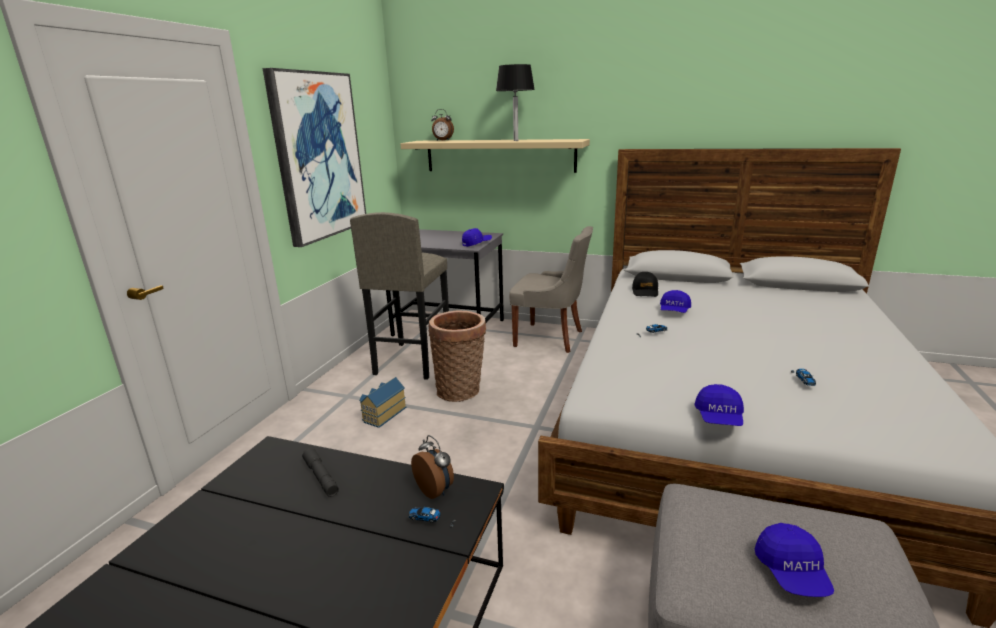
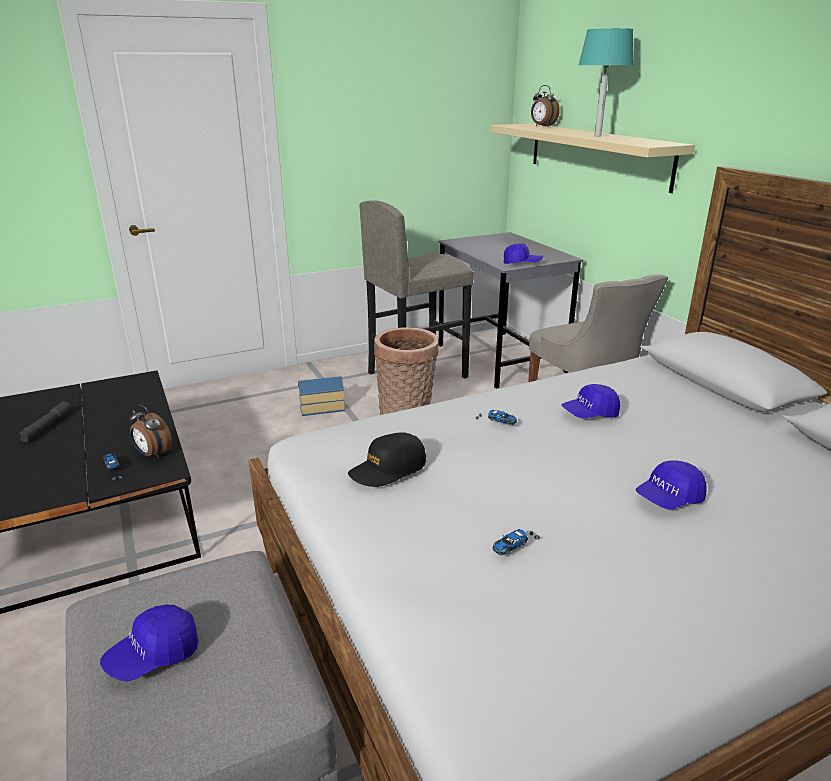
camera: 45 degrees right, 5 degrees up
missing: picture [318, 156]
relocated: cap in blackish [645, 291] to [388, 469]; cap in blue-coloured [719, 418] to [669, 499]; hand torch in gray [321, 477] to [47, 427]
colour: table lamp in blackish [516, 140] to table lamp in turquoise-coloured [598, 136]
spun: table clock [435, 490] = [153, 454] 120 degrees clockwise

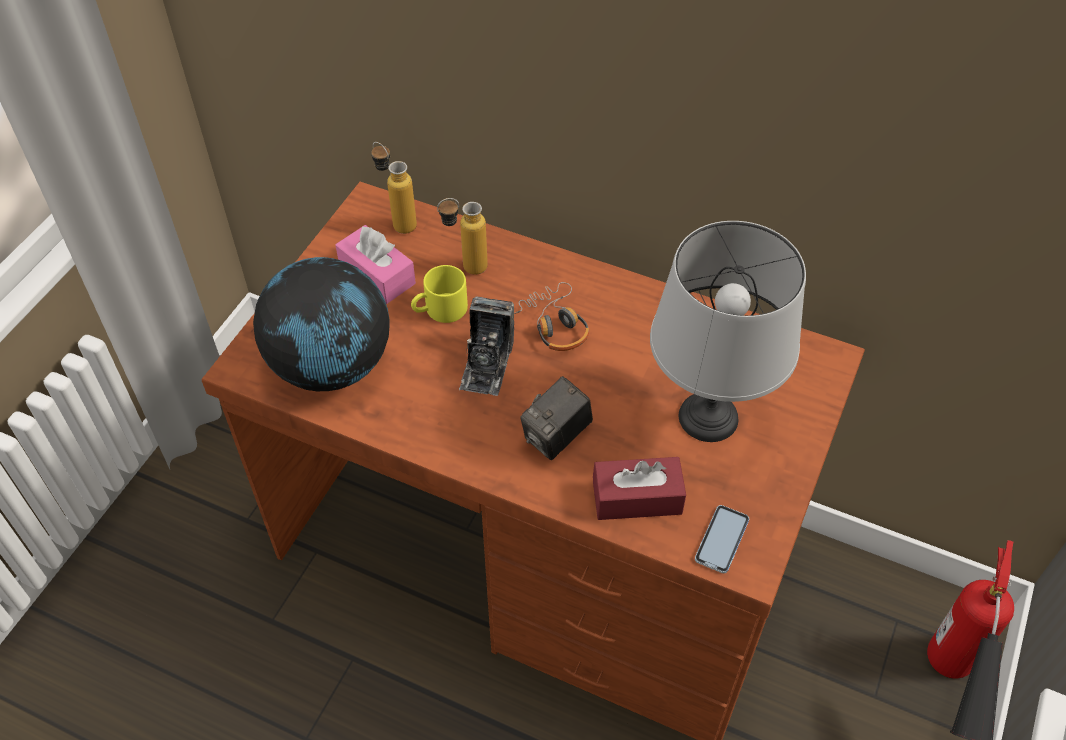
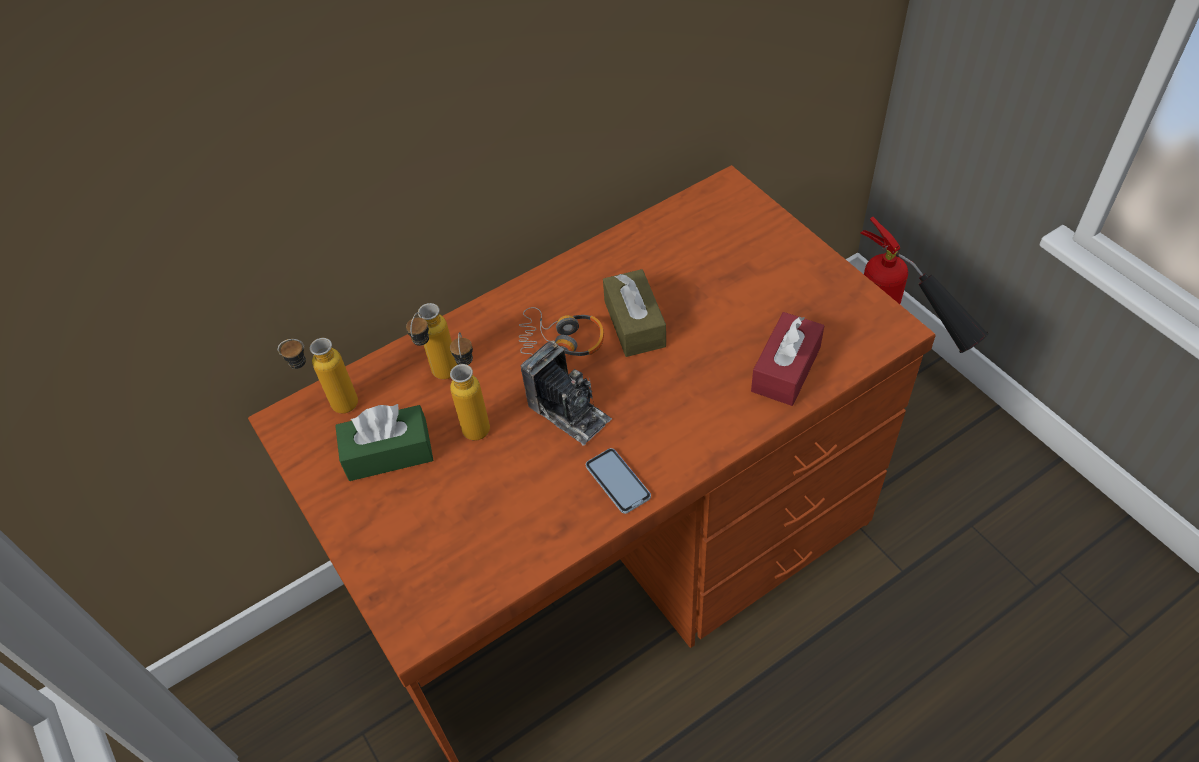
camera: 55 degrees left, 0 degrees up
missing: table lamp in gray [706, 417]; desk globe [332, 365]; photo camera [556, 437]
appeared: tissue box in brown-coloured [634, 323]
relocated: telephone [721, 540] to [618, 481]
exchanged: coffee mug in yellowish [440, 310] to beverage bottle [476, 420]
colour: tissue box in pink [377, 275] to tissue box in green [388, 453]

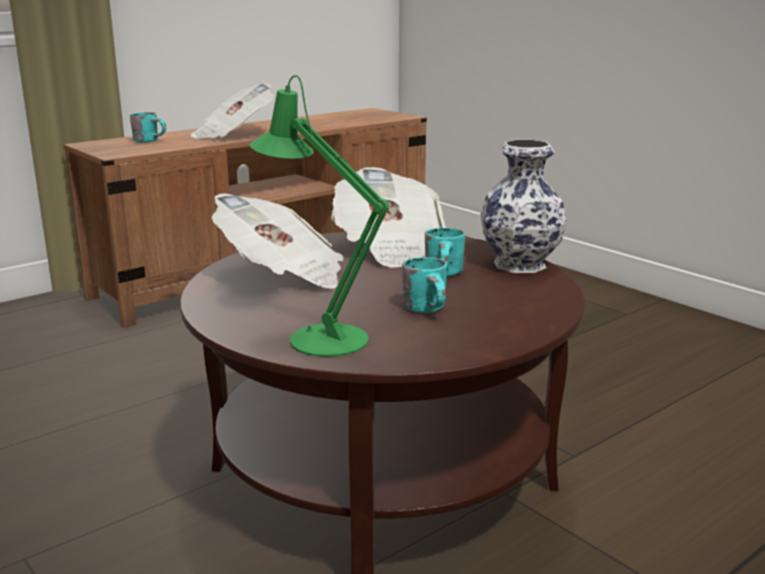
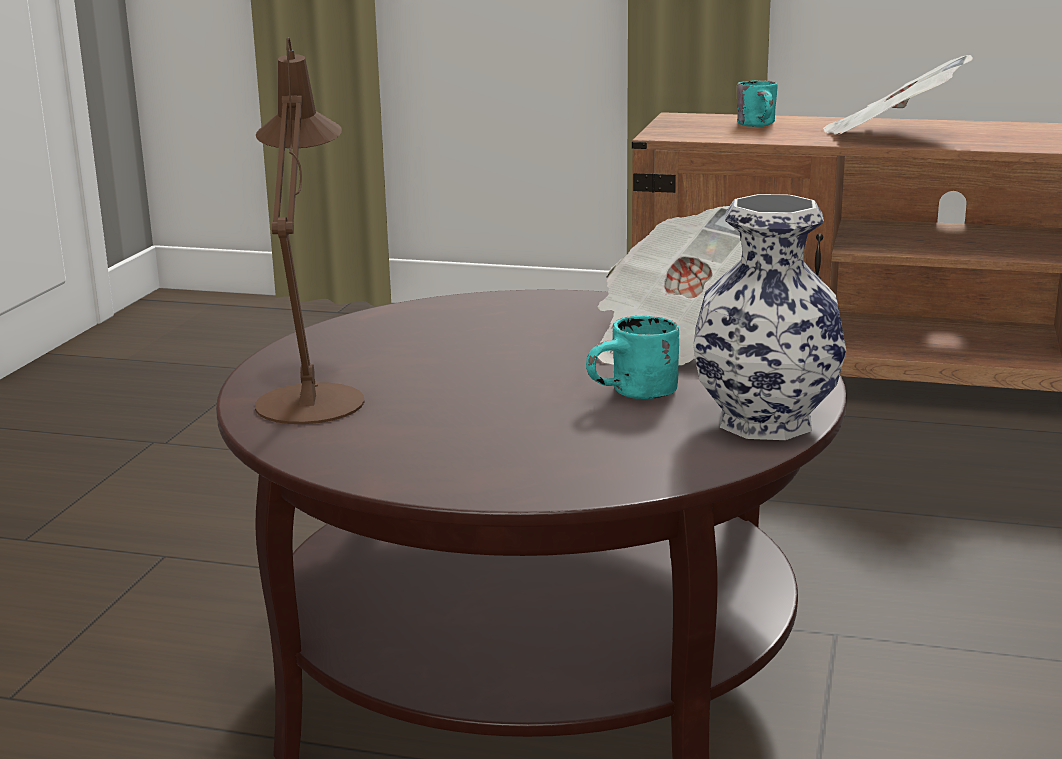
camera: 55 degrees right, 0 degrees up
missing: printed paper [283, 274]; coffee mug in turquoise-coloured [431, 309]
colour: table lamp in green [319, 337] to table lamp in brown-coloured [312, 397]

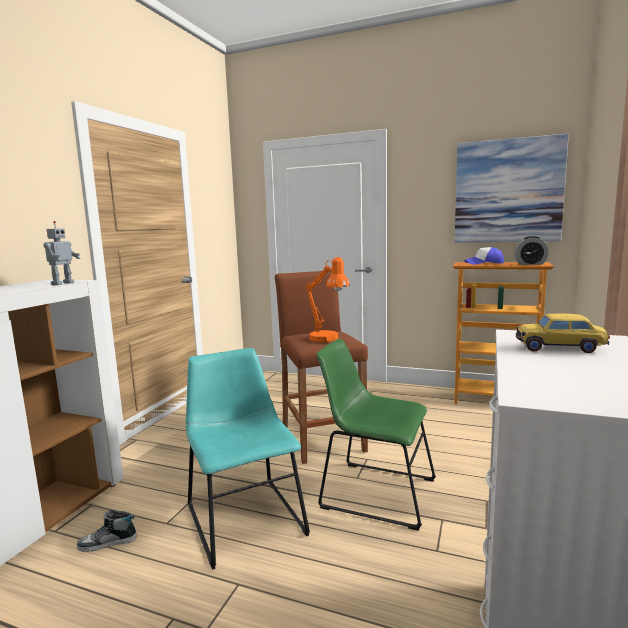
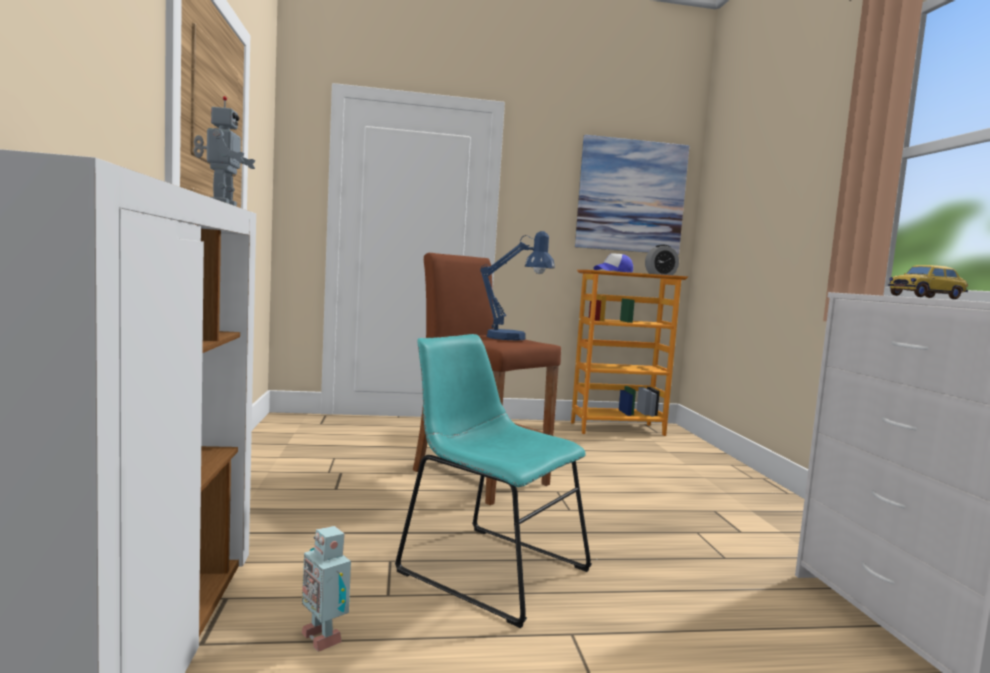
camera: 30 degrees left, 5 degrees down
missing: upright chair in green [373, 492]
exchanged: shoe [107, 543] to toy robot [324, 636]
colour: table lamp in orange [328, 339] to table lamp in blue-coloured [514, 338]

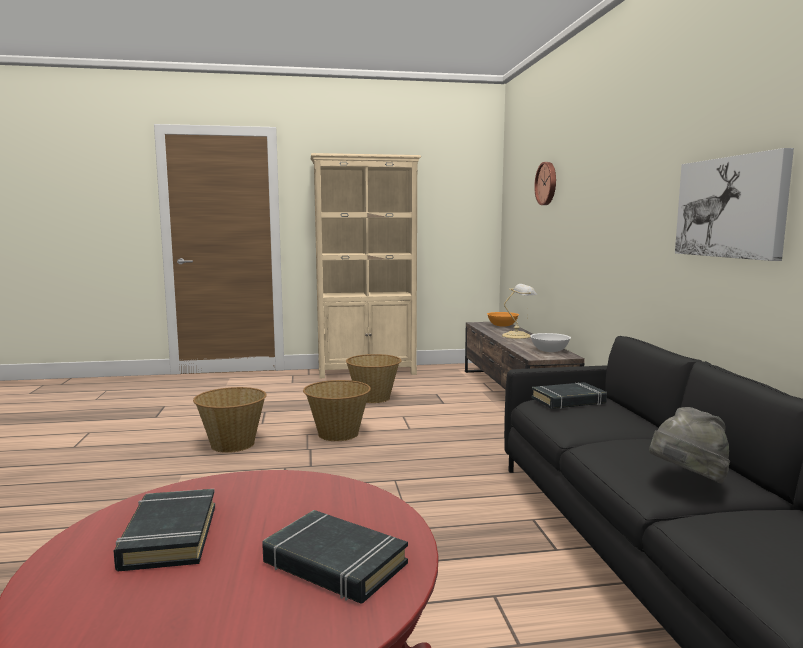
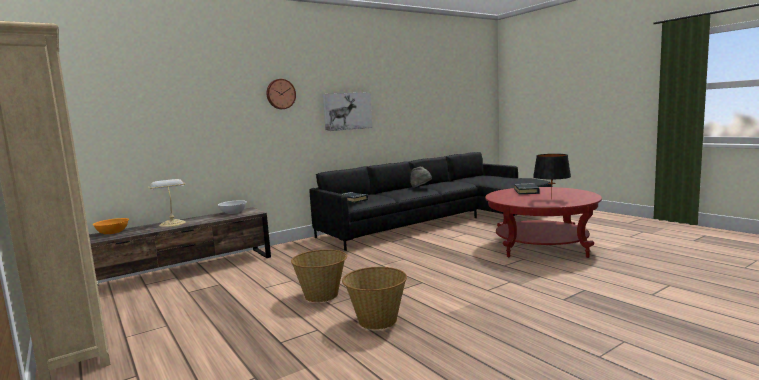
camera: 115 degrees left, 0 degrees up
missing: household basket [374, 398]
relocated: wall clock [547, 183] to [280, 94]
exchanged: volume in blackish [169, 536] to table lamp in blackish [551, 199]

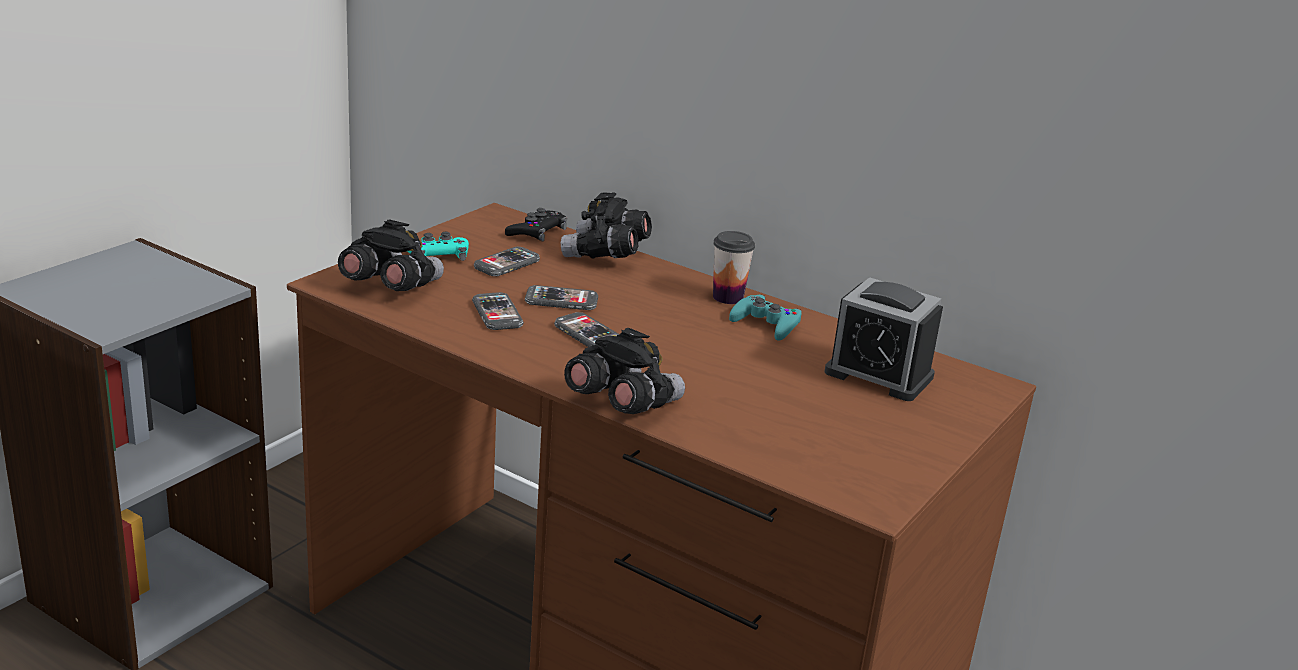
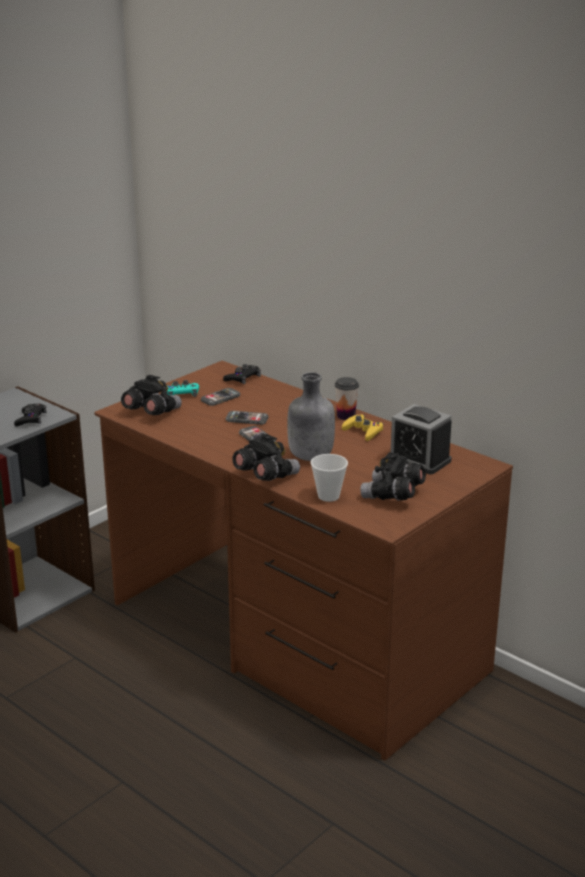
camera: 10 degrees right, 0 degrees up
missing: telephone [497, 314]
appeared: beverage bottle in gray [310, 457]; gamepad in blackish [31, 419]; drinking cup [328, 496]
relocated: binoculars in blackish [605, 255] to [393, 495]
colour: gamepad in turquoise-coloured [766, 324] to gamepad in yellowish [363, 431]

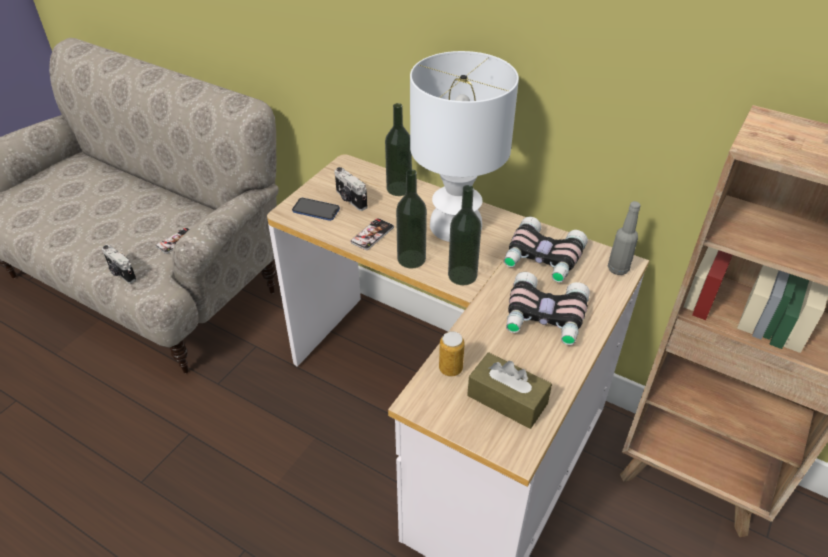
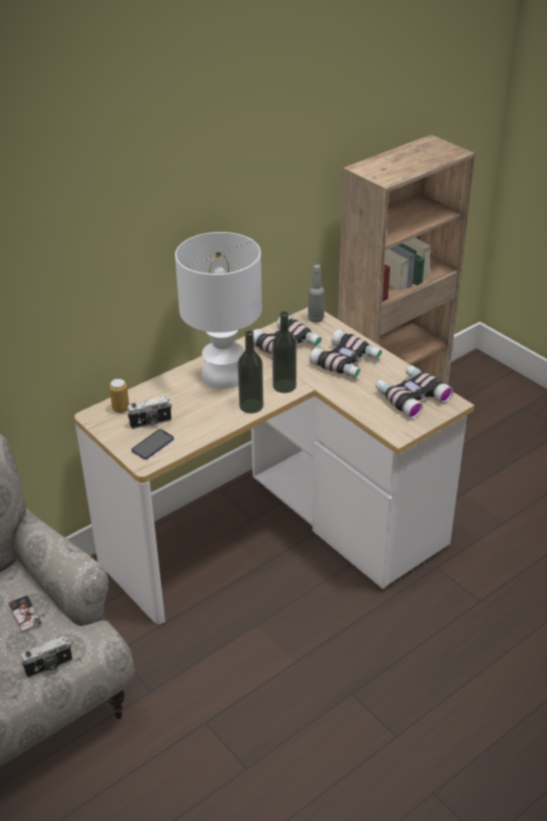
camera: 70 degrees left, 5 degrees down
missing: beverage bottle [399, 188]; telephone [372, 235]
relocated: sealed can [450, 369] to [121, 409]
exchanged: tissue box in brown-coloured [507, 399] to binoculars [411, 396]

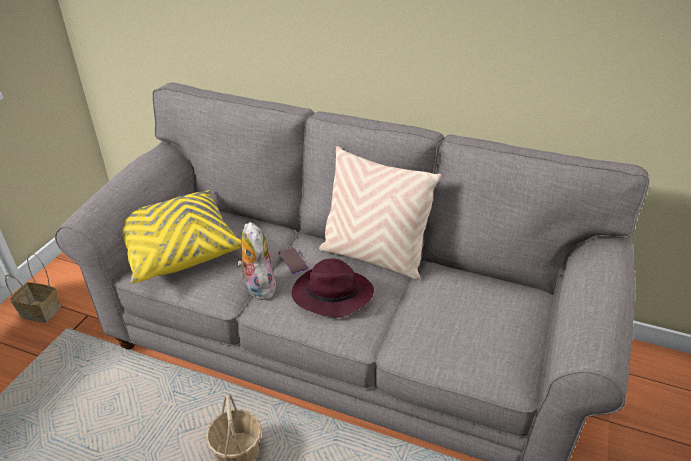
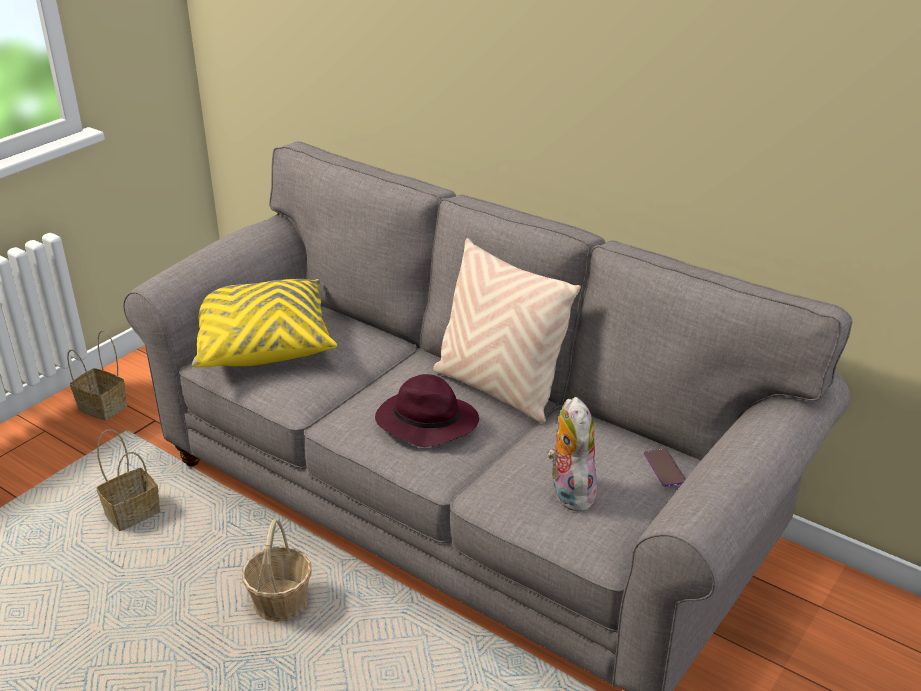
camera: 15 degrees right, 5 degrees down
appeared: household basket [134, 512]
relocated: plush toy [257, 287] to [569, 492]; telephone [293, 261] to [664, 468]

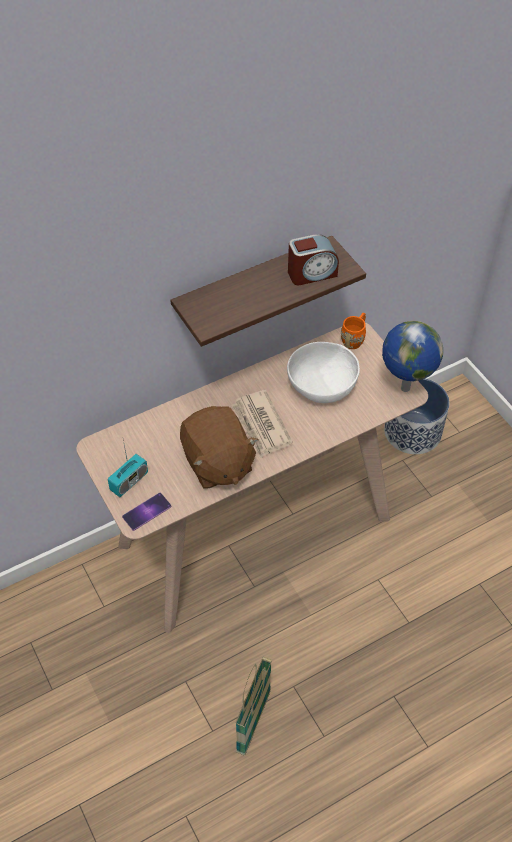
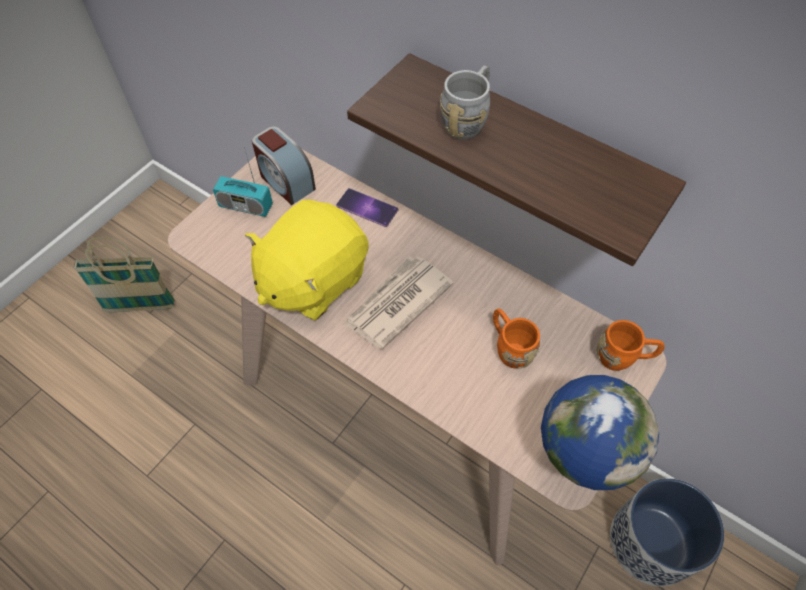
camera: 65 degrees right, 5 degrees up
appeared: coffee mug in gray [468, 119]
relocated: table clock [311, 273] to [286, 181]; telephone [147, 511] to [367, 208]; household basket [253, 721] to [140, 307]
exchanged: bowl in white-coloured [321, 384] to coffee mug in orange [509, 347]
colour: plush toy in brown-coloured [217, 463] to plush toy in yellowish [312, 280]

